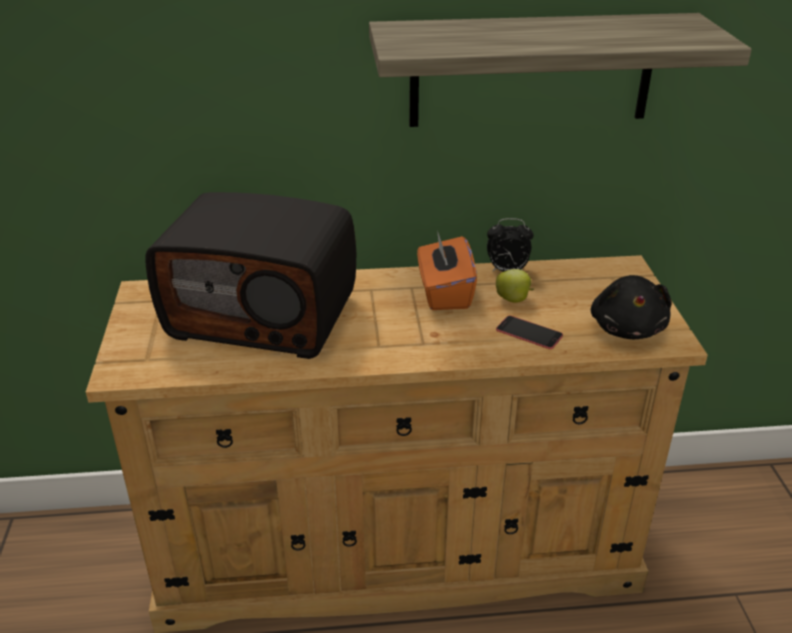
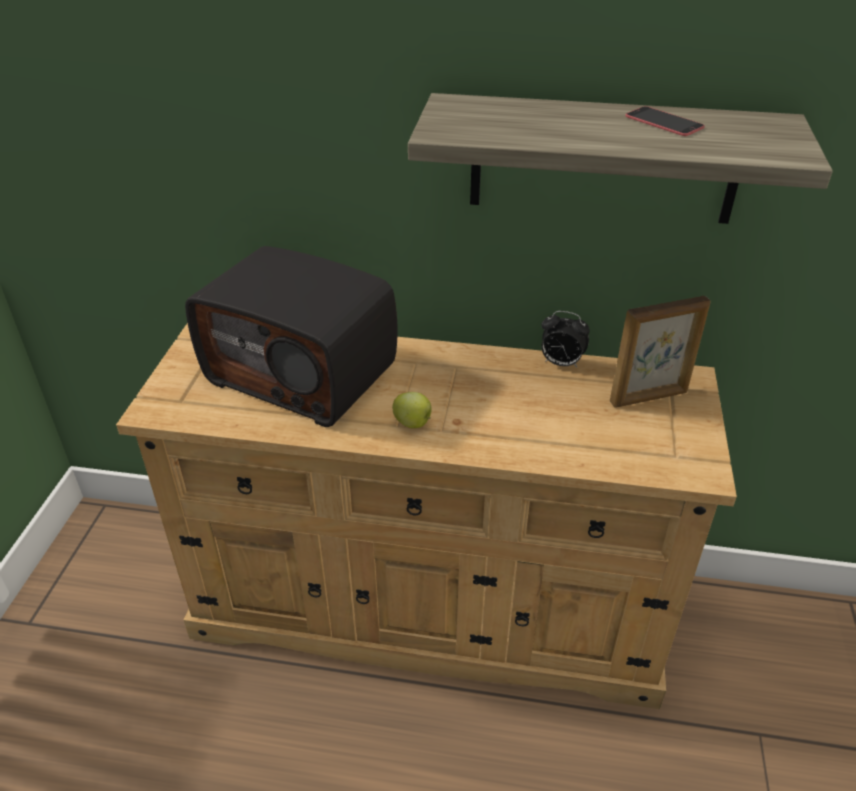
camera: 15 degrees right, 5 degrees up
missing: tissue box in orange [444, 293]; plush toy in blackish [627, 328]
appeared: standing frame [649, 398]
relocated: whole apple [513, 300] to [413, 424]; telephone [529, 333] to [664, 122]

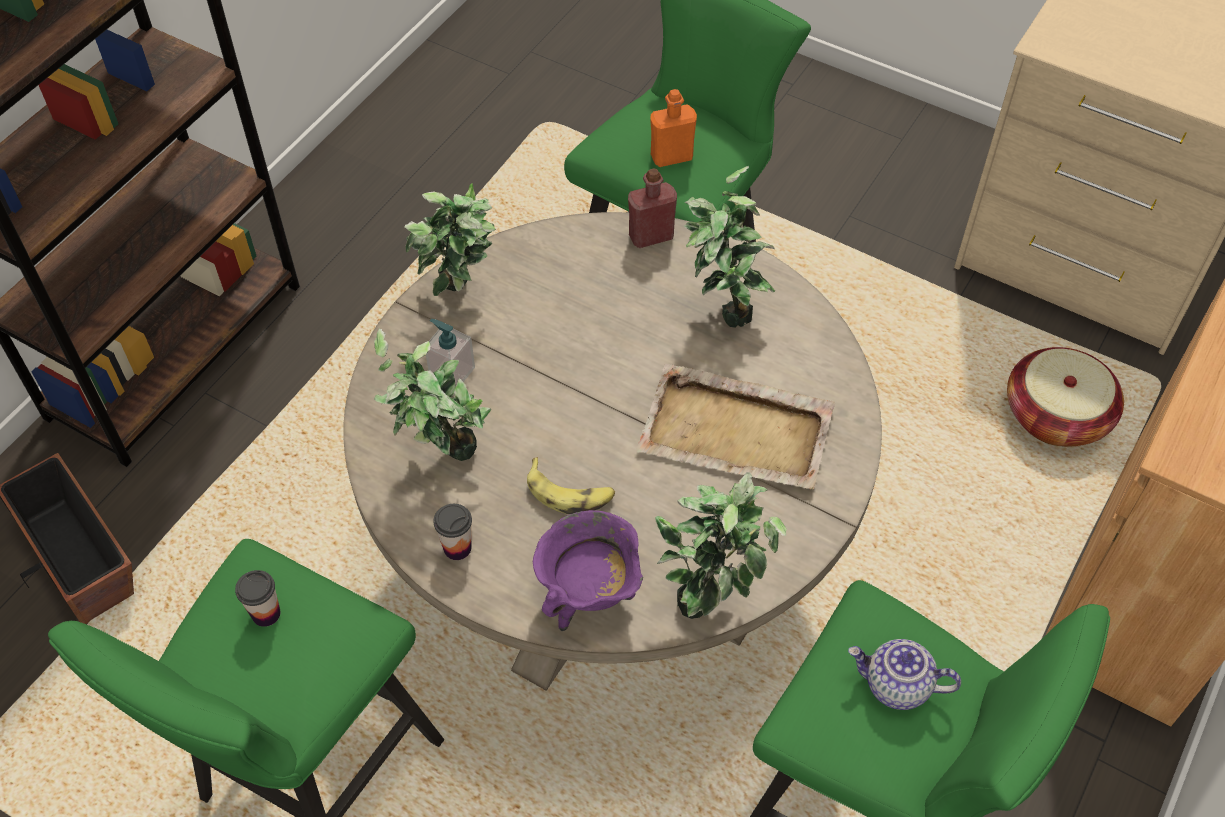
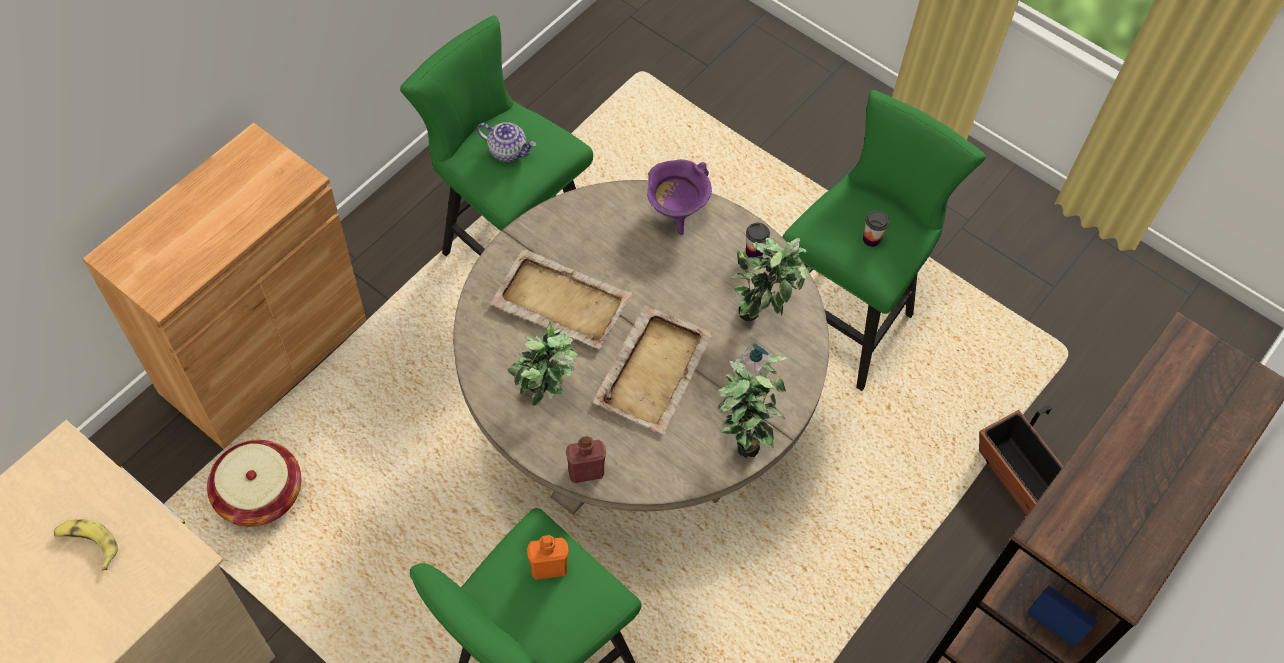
camera: 175 degrees left, 5 degrees up
missing: plant in a pot [711, 595]
appeared: carrying tray in sand-coloured [654, 369]
relocated: whole banana [570, 493] to [88, 544]

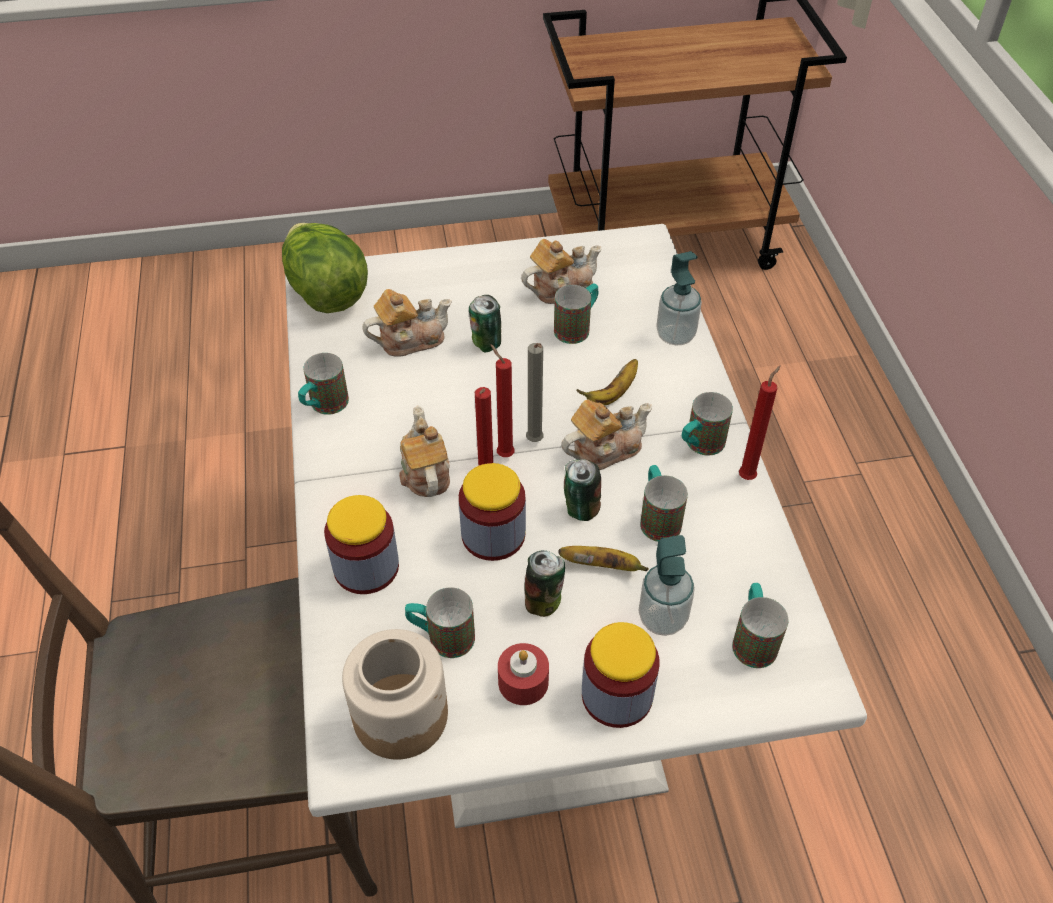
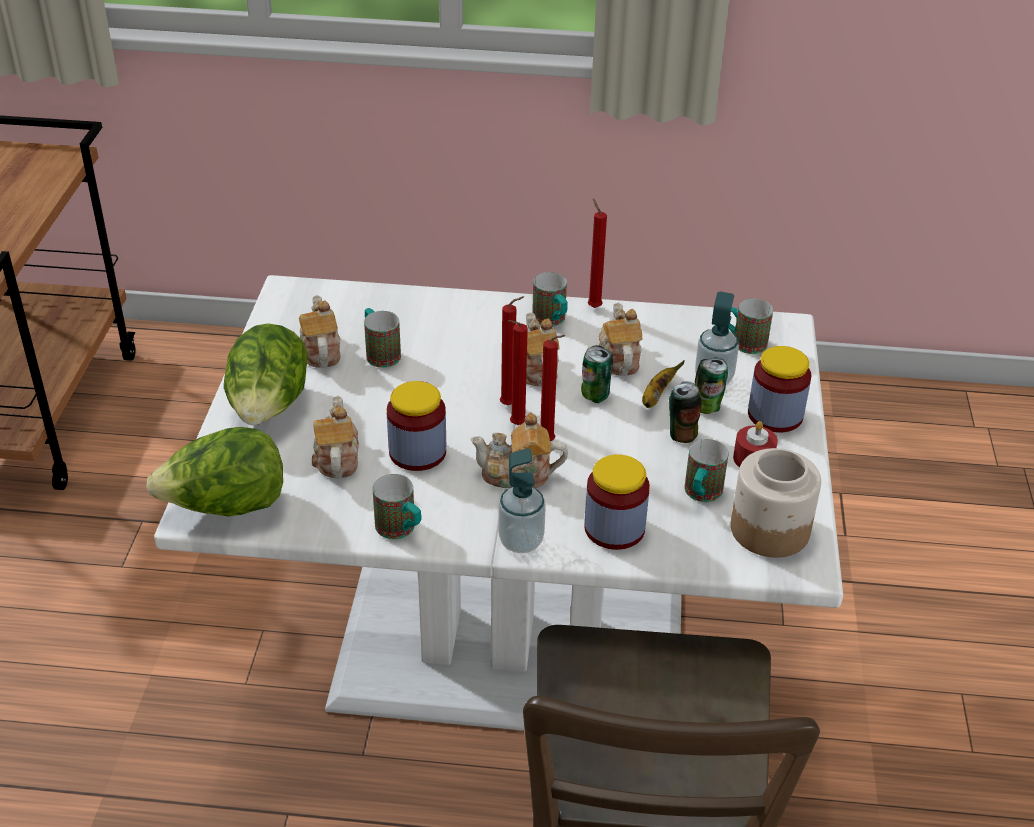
camera: 75 degrees left, 10 degrees down
missing: whole banana [612, 394]
appeared: lettuce head [269, 409]
relocated: liquid soap bottle [675, 335] to [521, 541]; sealed can [486, 344] to [707, 407]; preserve jar [493, 535] to [417, 452]
exchanged: coffee mug [657, 517] to pot for tea [617, 359]
colour: wax candle in gray [535, 442] to wax candle in red-coloured [510, 405]

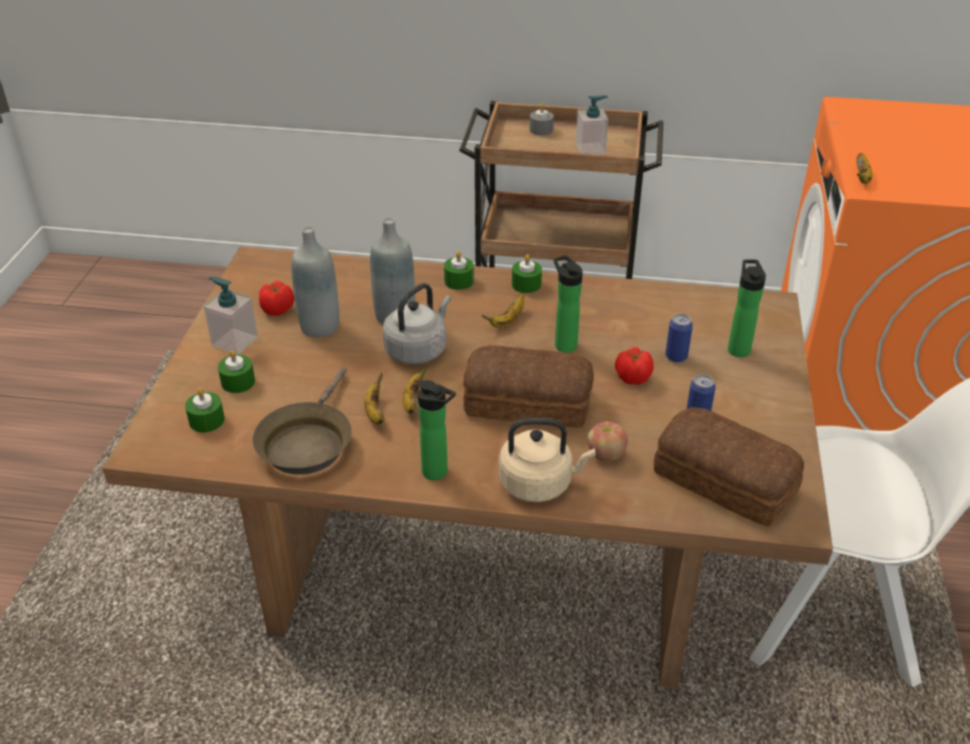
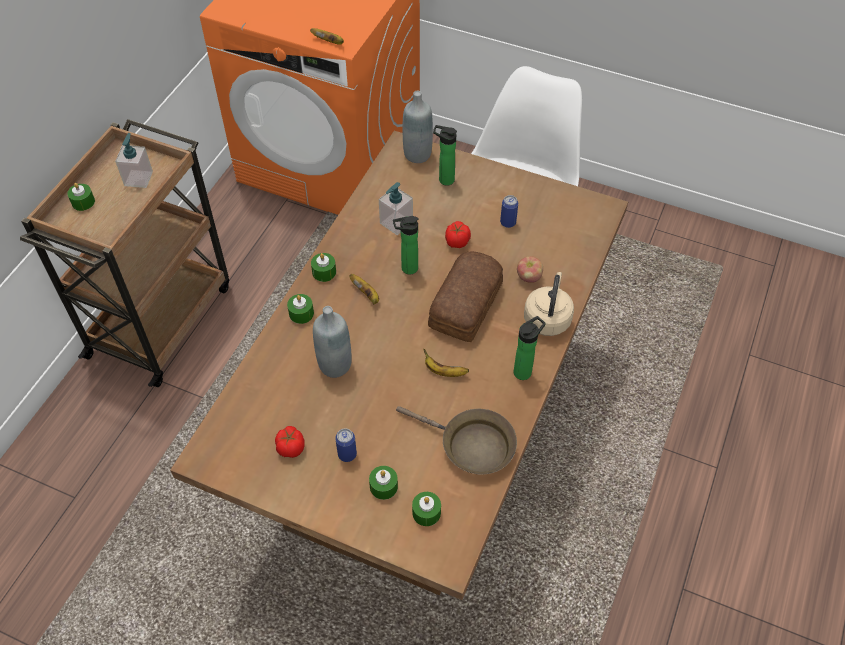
camera: 75 degrees left, 15 degrees up
missing: tea kettle in gray [418, 349]; whole banana [375, 412]; baked bread [725, 483]
relocated: beverage bottle in gray [320, 327] to [417, 154]; liquid soap bottle [234, 341] to [396, 223]; sealed can [676, 356] to [347, 454]
colour: wax candle in gray [541, 130] to wax candle in green [83, 202]

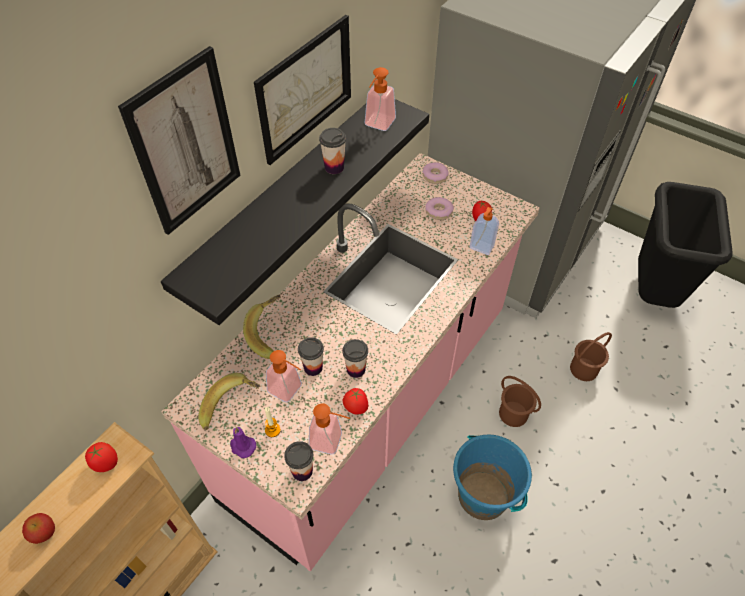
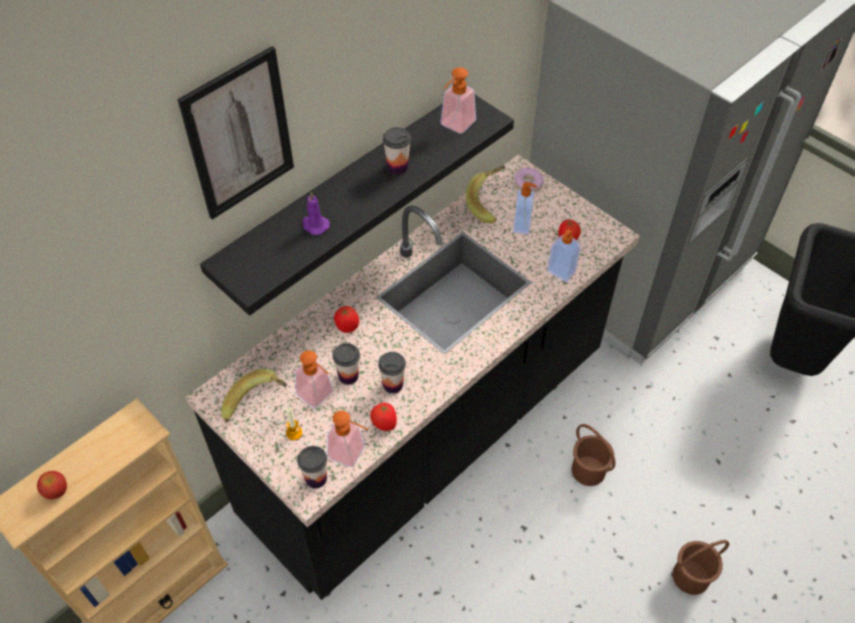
camera: 10 degrees right, 0 degrees up
missing: picture [305, 89]; bucket in blue-coloured [483, 495]
relocated: whole banana [270, 334] to [490, 203]; bucket in brown-coloured [583, 369] to [690, 576]; wax candle in purple [242, 446] to [314, 225]; whole tomato [106, 464] to [347, 327]
exchanged: donut [439, 212] to liquid soap bottle [523, 225]
colour: kitchen counter in pink [372, 404] to kitchen counter in blackish [427, 434]

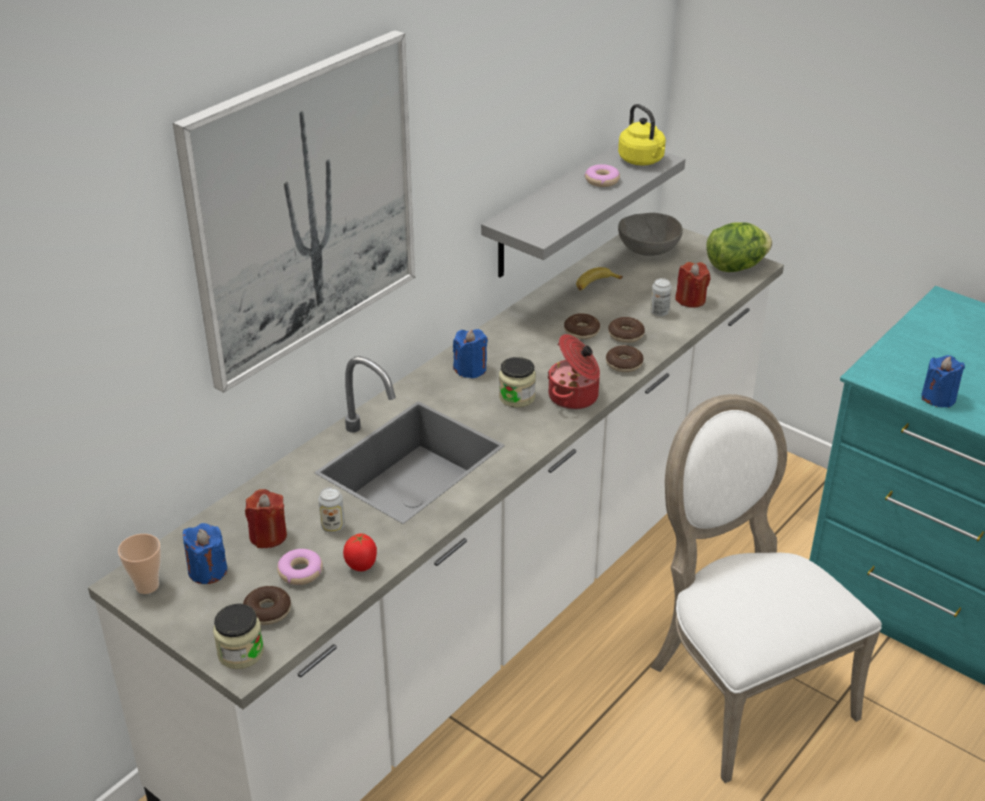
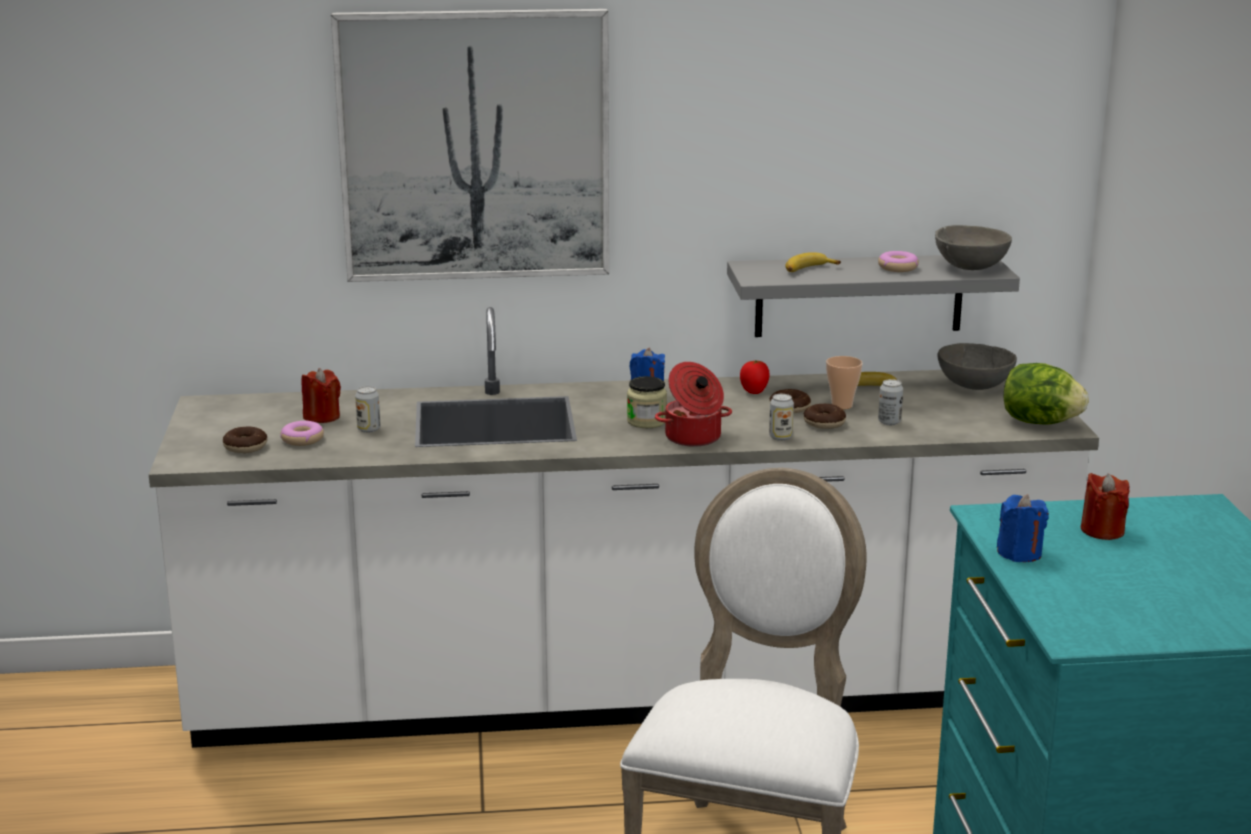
camera: 45 degrees right, 15 degrees down
missing: wax candle in blue-coloured [207, 571]; preserve jar [241, 652]
appeared: whole banana [808, 270]
relocated: wax candle in red-coloured [690, 300] to [1102, 530]; whole tomato [361, 566] to [754, 392]; drinking cup [147, 586] to [842, 405]
exchanged: tea kettle in yellowish [642, 161] to bowl in gray [970, 268]; donut [624, 364] to sealed can [780, 437]

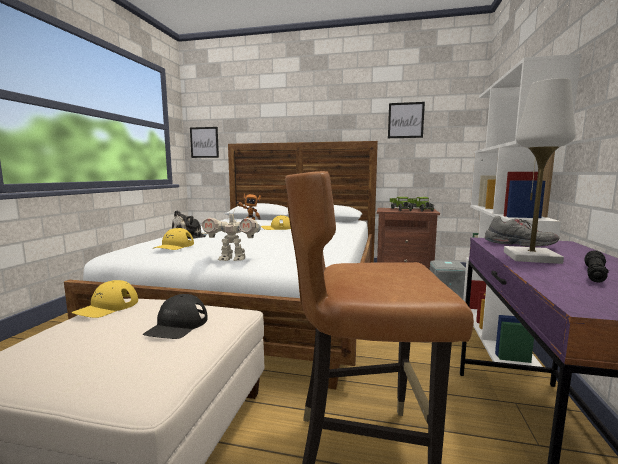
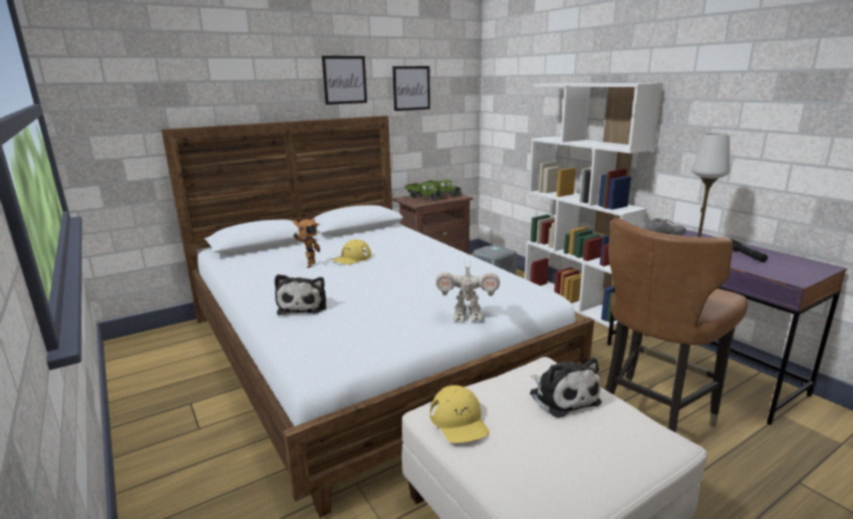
camera: 45 degrees left, 10 degrees up
missing: cap in yellowish [174, 246]
relocated: picture [204, 142] to [344, 80]
exchanged: cap in blackish [177, 325] to plush toy [562, 396]
spun: toy robot [232, 259] = [467, 317] 45 degrees clockwise

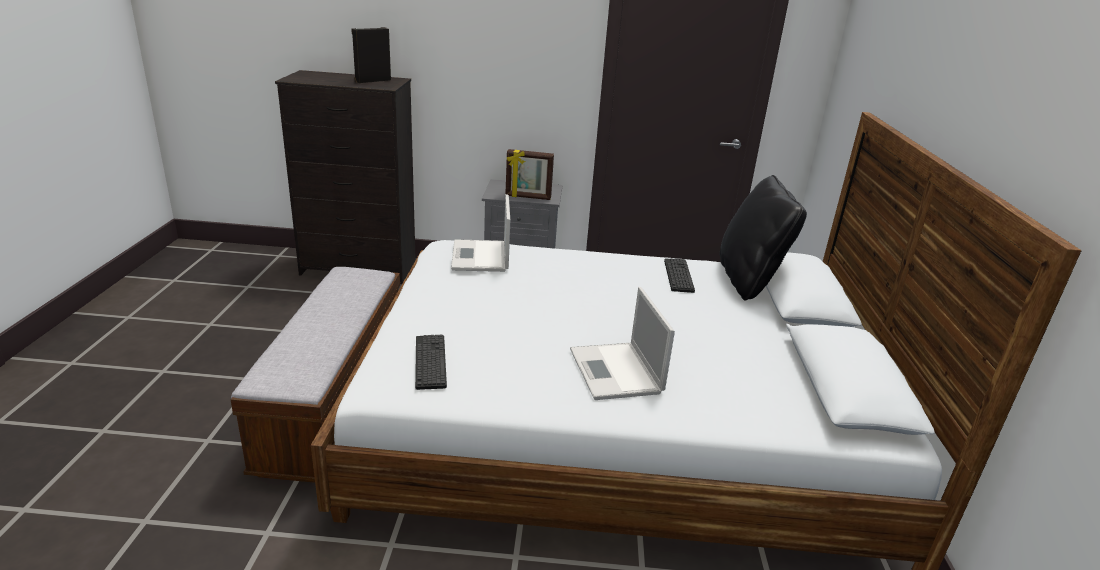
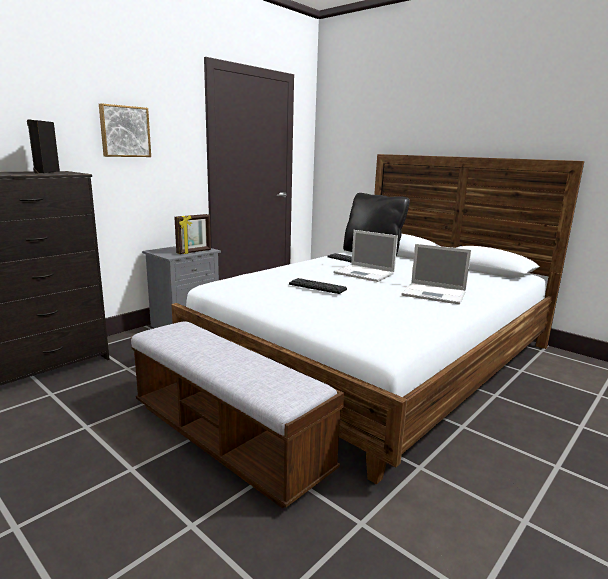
camera: 50 degrees left, 10 degrees down
appeared: picture [124, 131]
relocated: portable computer [480, 257] to [365, 273]; keyboard [430, 362] to [317, 287]

